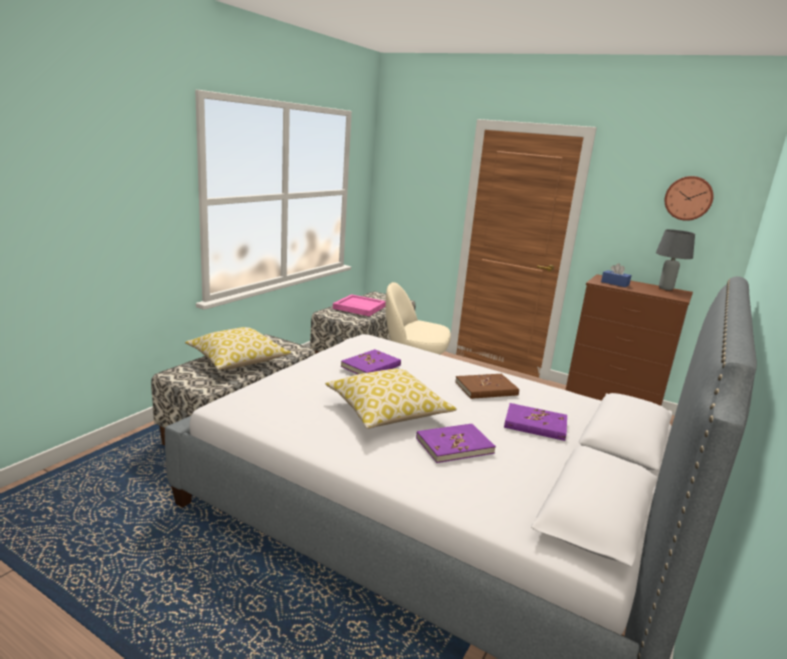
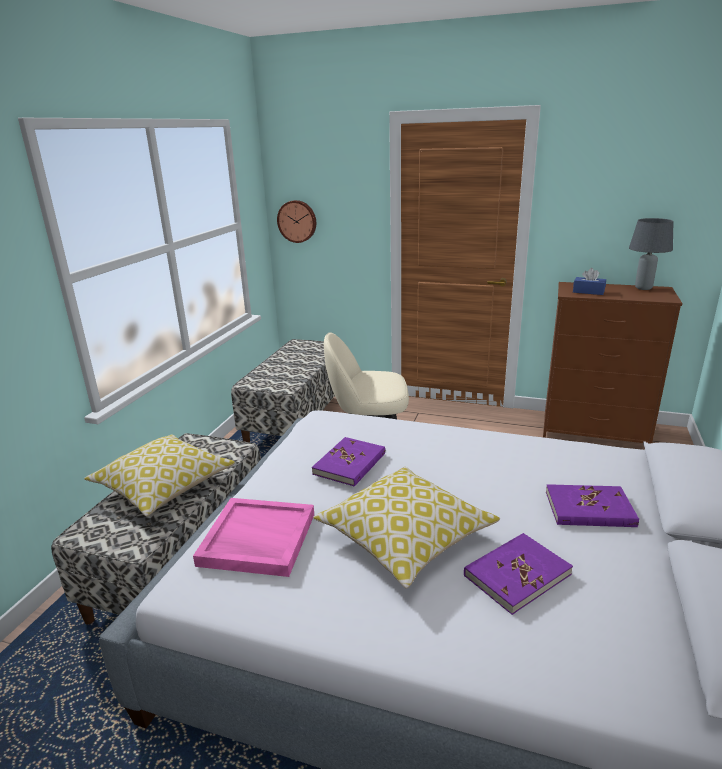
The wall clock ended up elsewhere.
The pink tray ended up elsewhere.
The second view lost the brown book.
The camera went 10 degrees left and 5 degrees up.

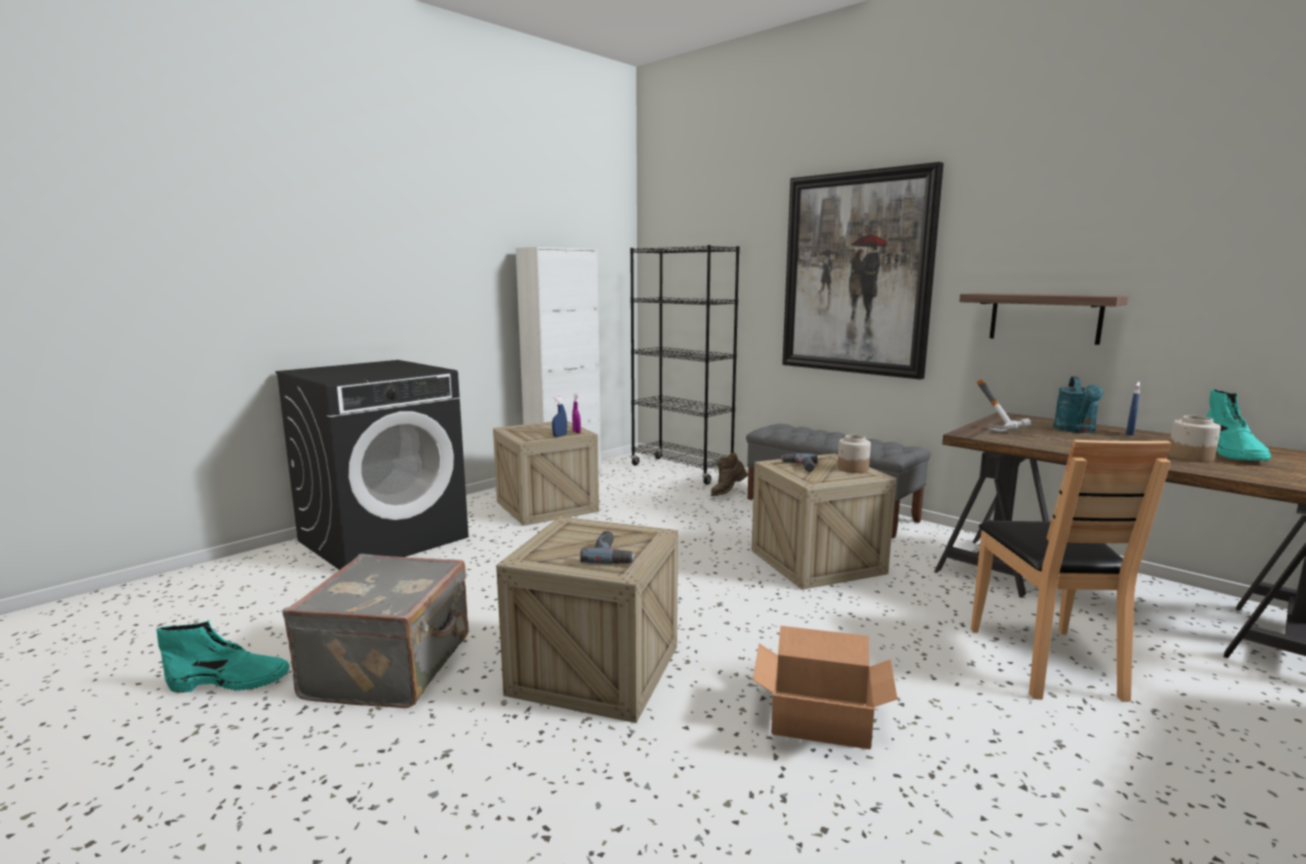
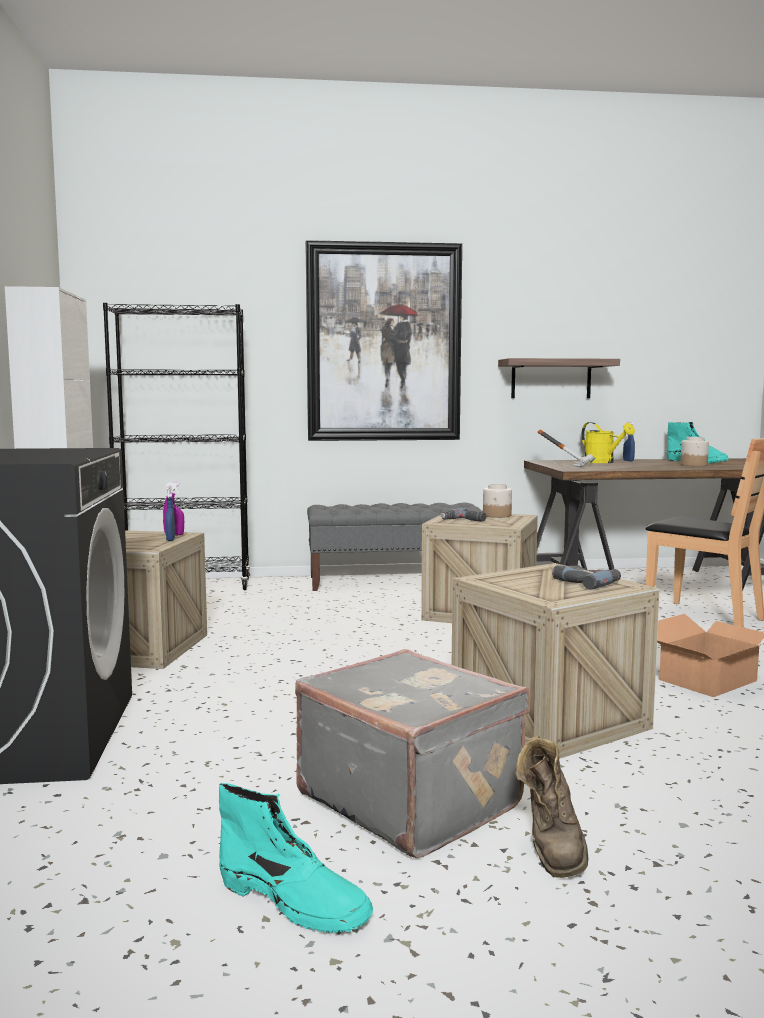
What was the turquoise watering can turned into the yellow watering can.
The brown boot ended up elsewhere.
The turquoise boot (1st from left) ended up facing another way, 90 degrees clockwise from before.
The camera went 50 degrees left and 5 degrees down.

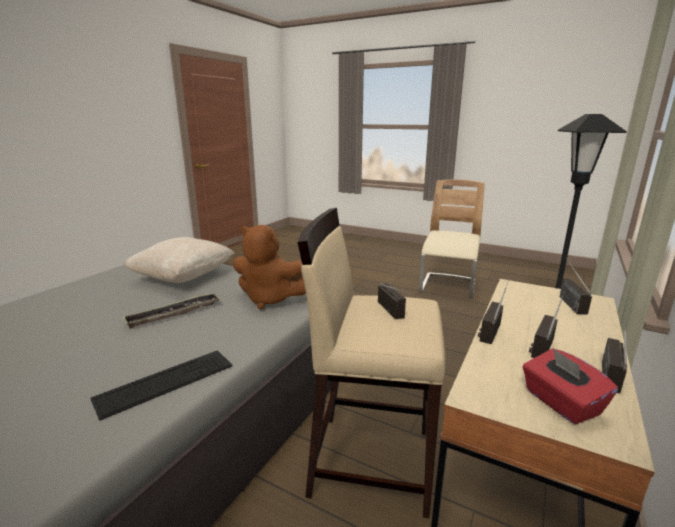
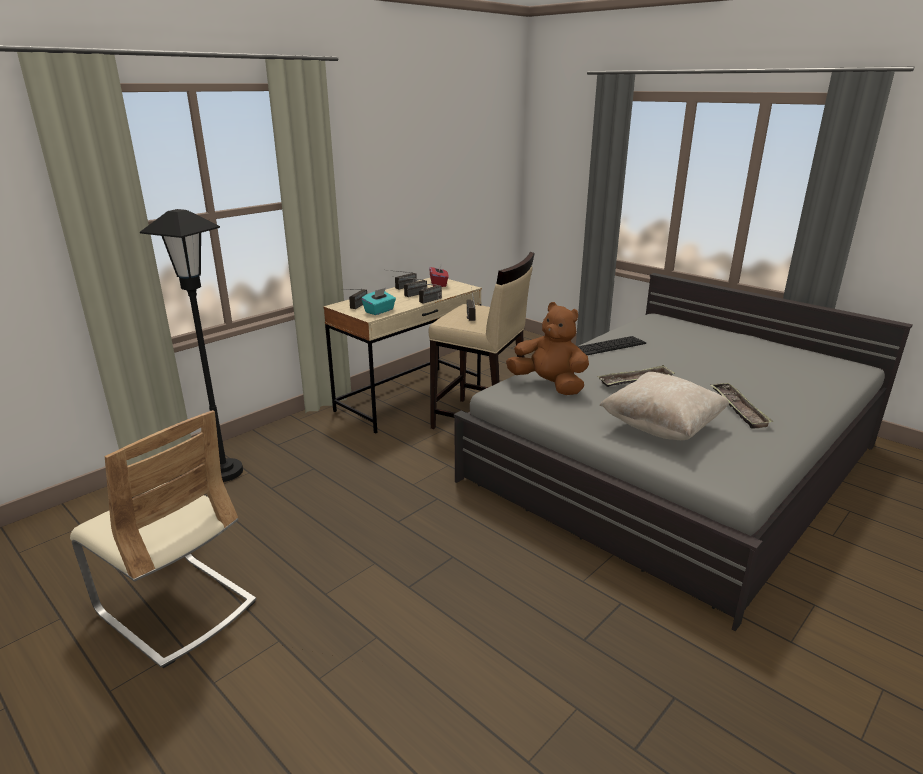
The beige chair ended up facing another way, 90 degrees counterclockwise from before.
The second view gained the turquoise tissue box.
The second view gained the tray (2nd from left).
The camera went 165 degrees left and 5 degrees up.

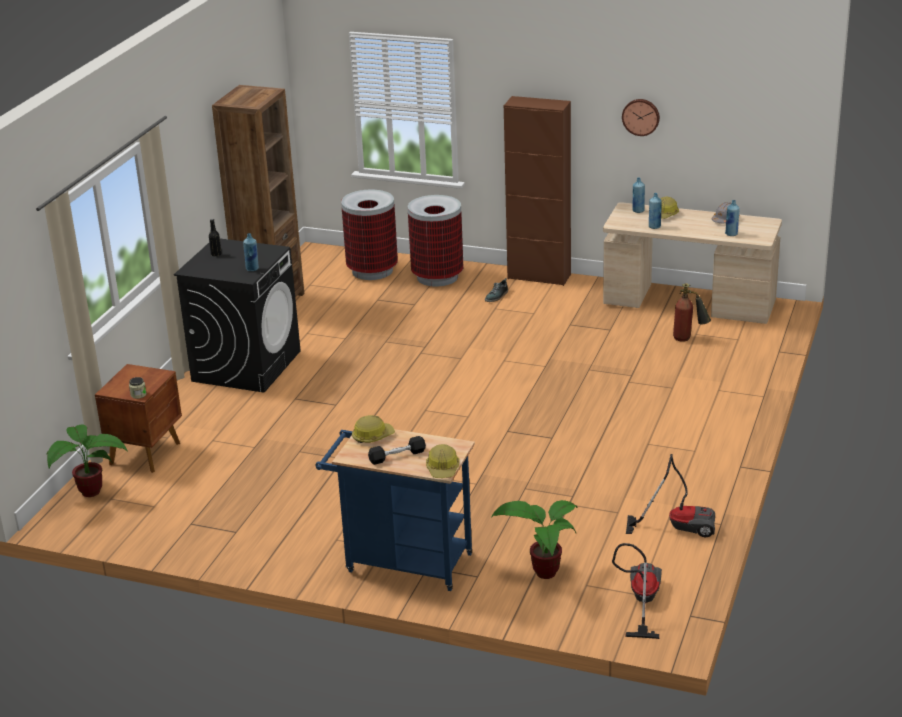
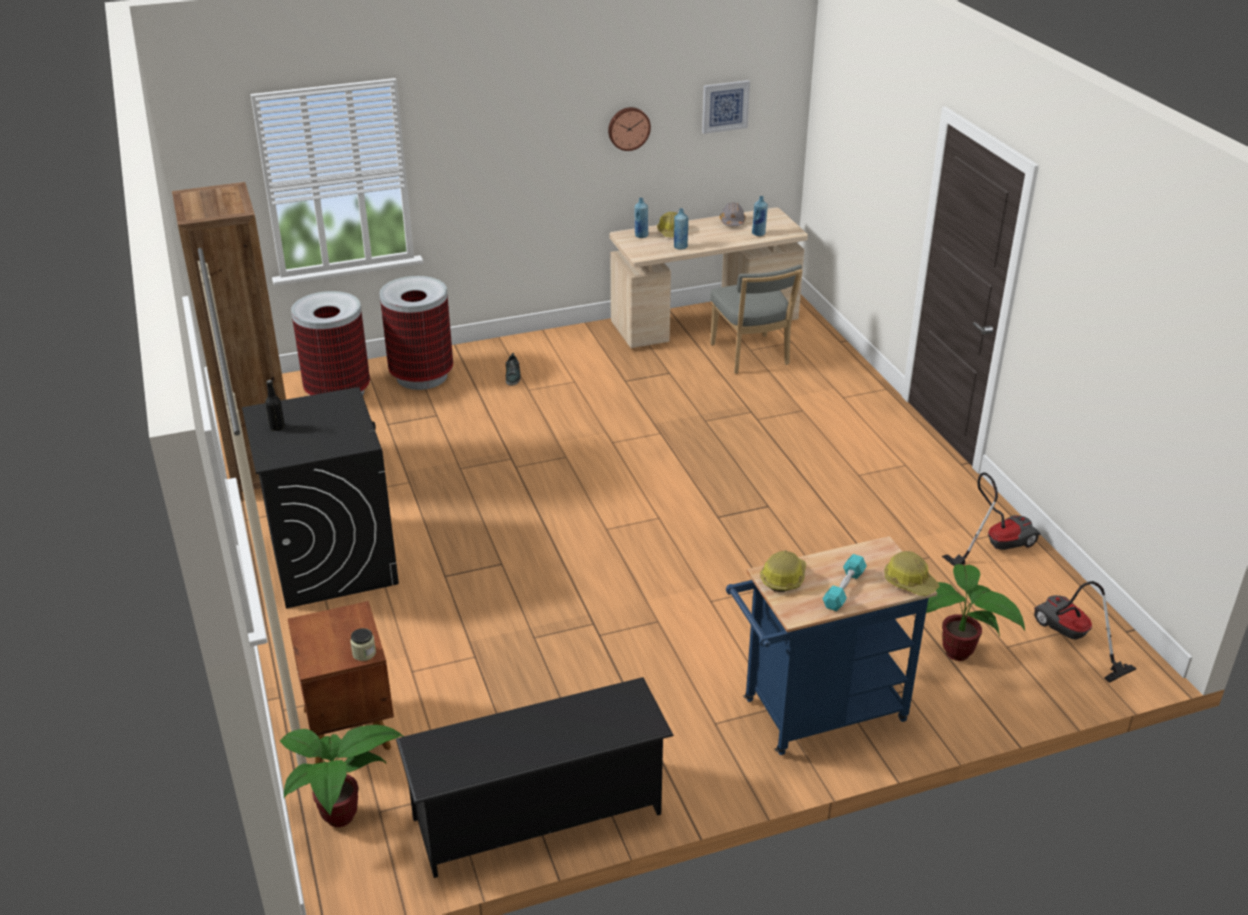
The second view lost the brown cabinet.
The second view lost the blue bottle (1st from left).
Where the fire extinguisher stood, the grey chair came to stand.
What was the black dumbbell turned into the turquoise dumbbell.
The second view gained the picture.
The second view gained the black shoe rack.
The camera went 40 degrees left and 5 degrees up.

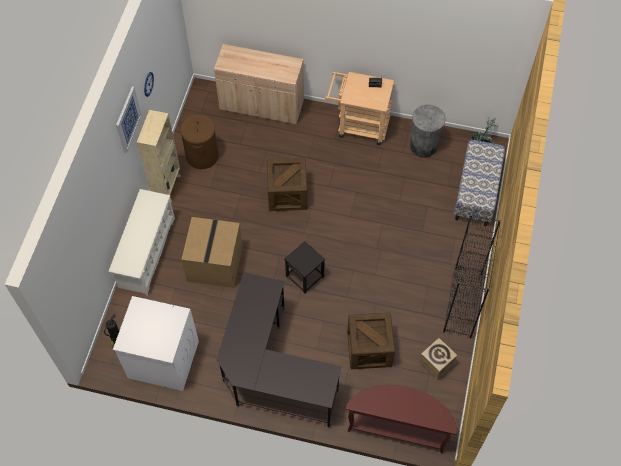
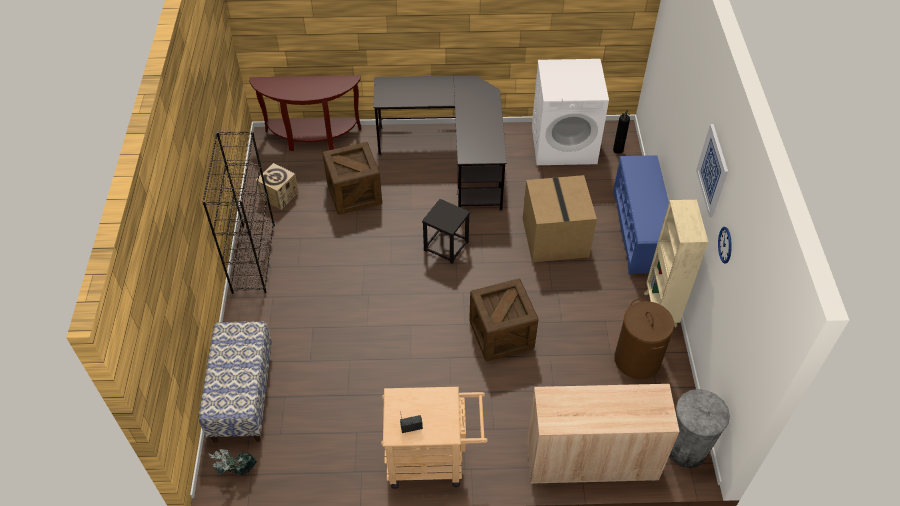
The grey trash can ended up elsewhere.
What was the white shoe rack turned into the blue shoe rack.
The camera went 165 degrees right and 10 degrees down.

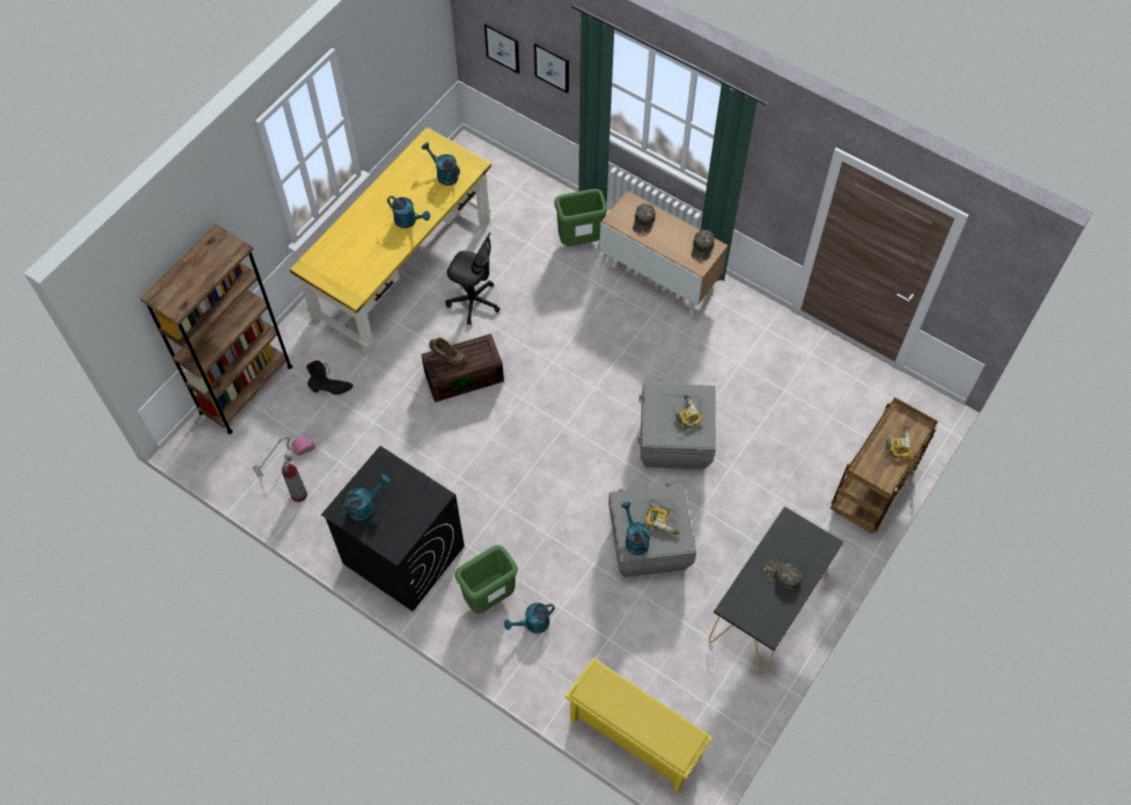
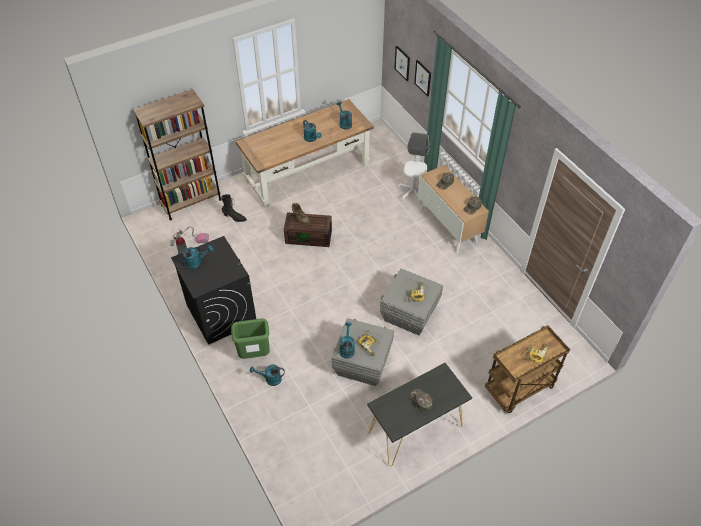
What was the yellow desk turned into the brown desk.
Where the green trash can (2nd from left) stood, the white office chair came to stand.
The second view lost the black office chair.
The second view lost the yellow shoe rack.
The camera went 25 degrees right and 10 degrees down.

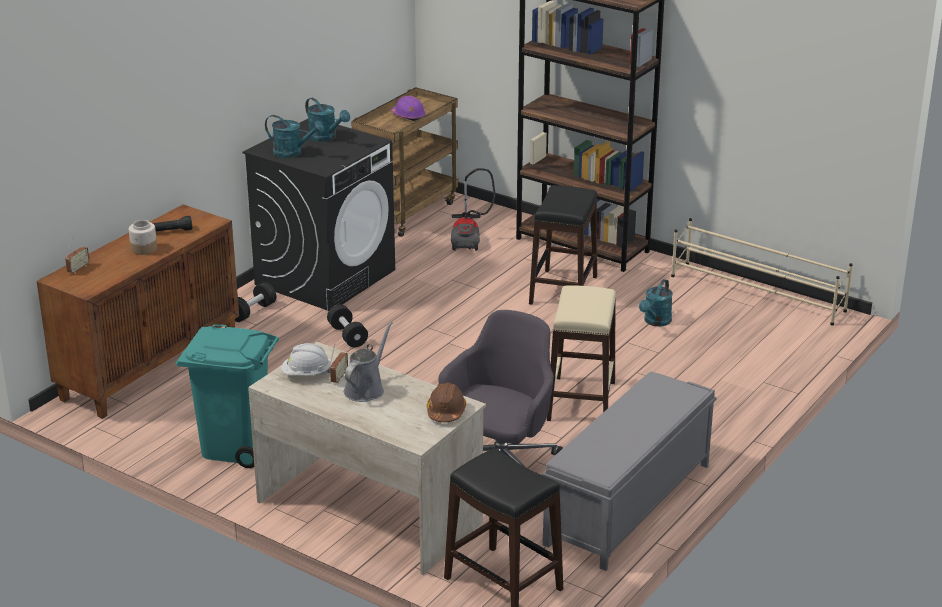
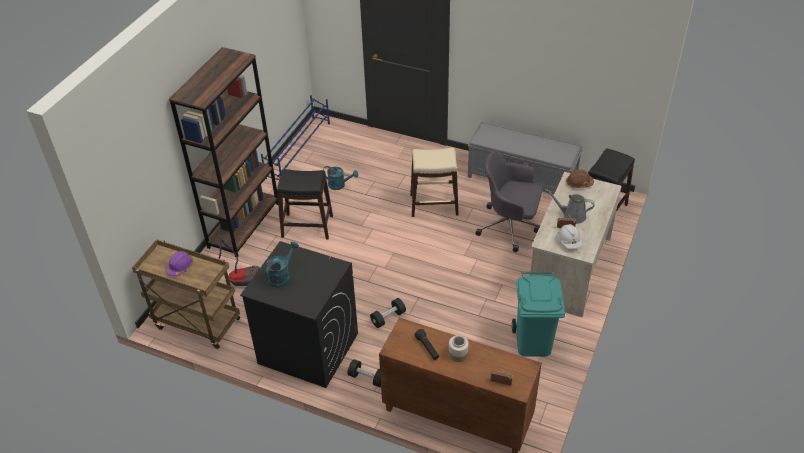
The second view lost the turquoise watering can (1st from left).
What was the beige shoe rack turned into the blue shoe rack.
The camera went 100 degrees left and 15 degrees up.

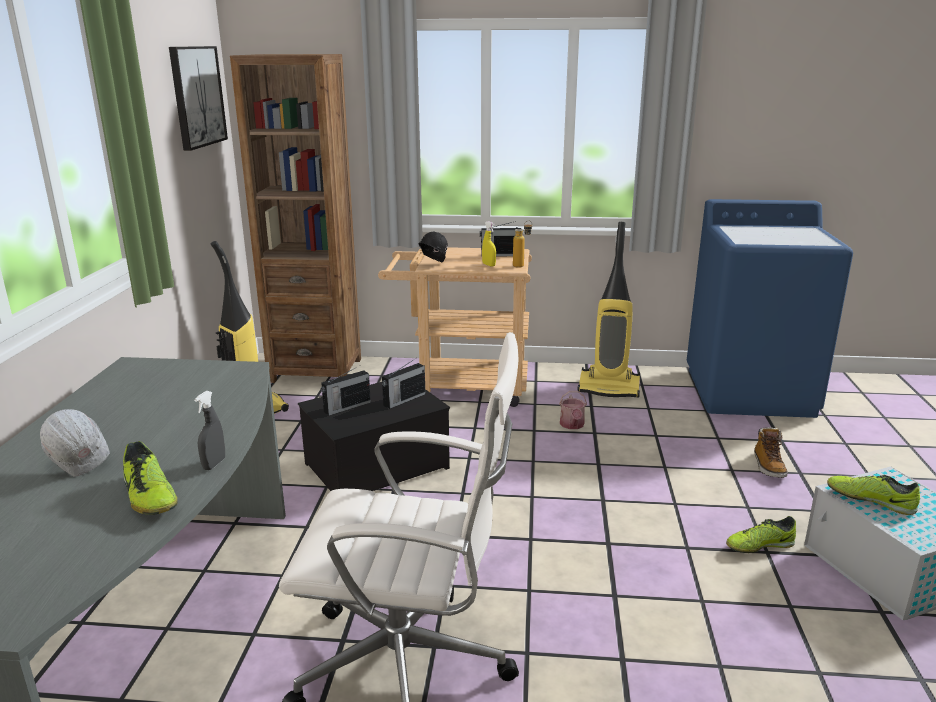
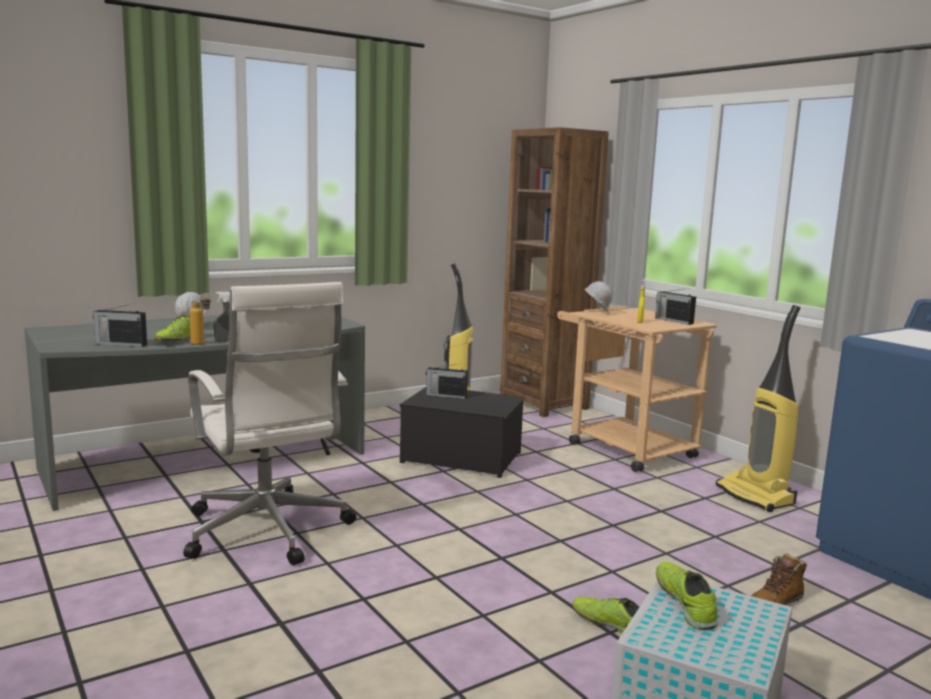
The second view lost the picture.
The bottle ended up elsewhere.
What was the black hard hat turned into the white hard hat (2nd from left).
The radio (2nd from left in the first image) ended up elsewhere.
The second view lost the watering can.
The camera went 50 degrees right and 10 degrees down.

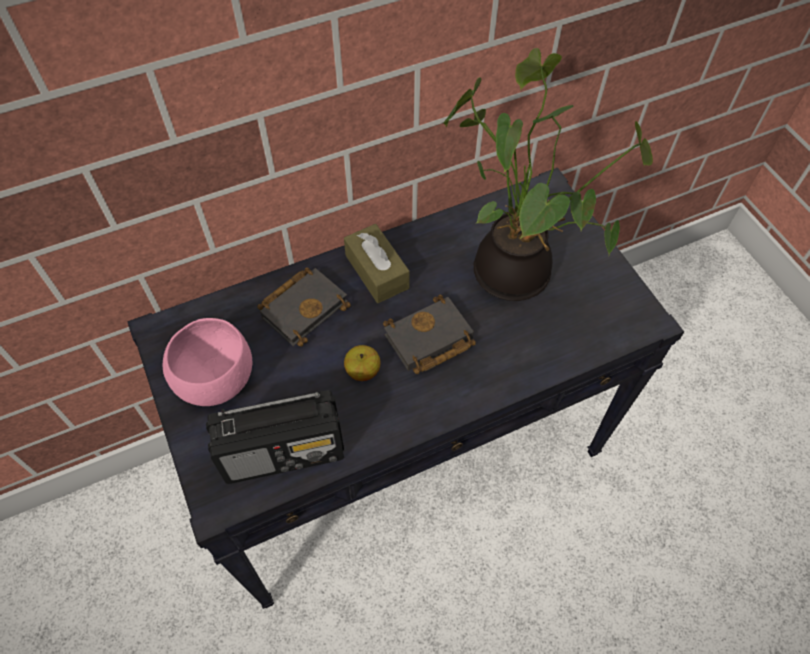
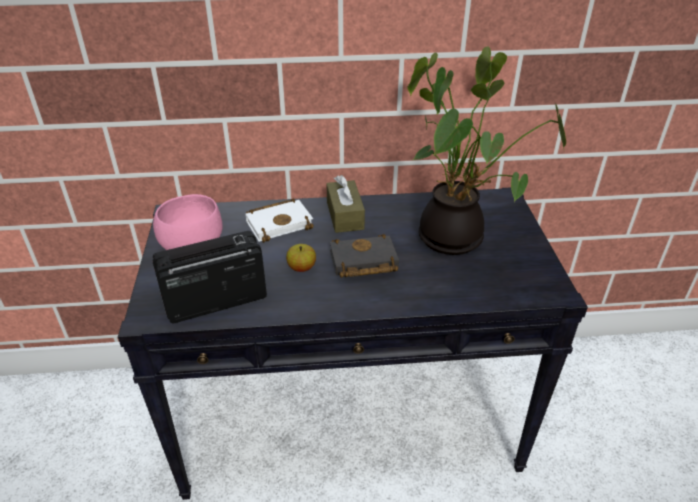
What was the black book (1st from left) turned into the white book.
The radio ended up facing another way, 150 degrees clockwise from before.
The camera went 20 degrees right and 20 degrees down.

